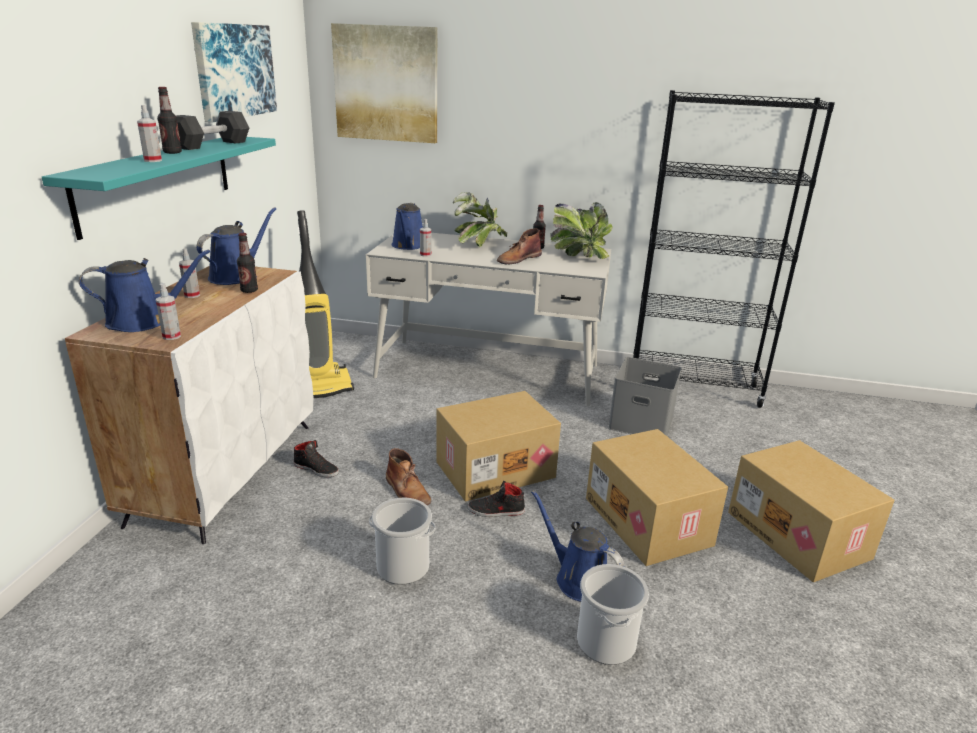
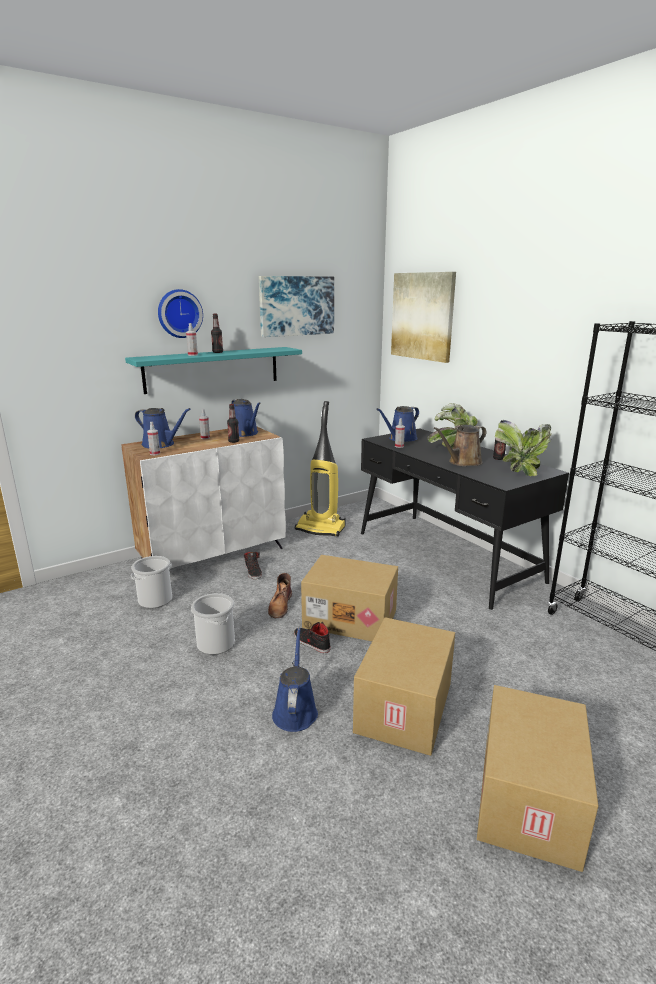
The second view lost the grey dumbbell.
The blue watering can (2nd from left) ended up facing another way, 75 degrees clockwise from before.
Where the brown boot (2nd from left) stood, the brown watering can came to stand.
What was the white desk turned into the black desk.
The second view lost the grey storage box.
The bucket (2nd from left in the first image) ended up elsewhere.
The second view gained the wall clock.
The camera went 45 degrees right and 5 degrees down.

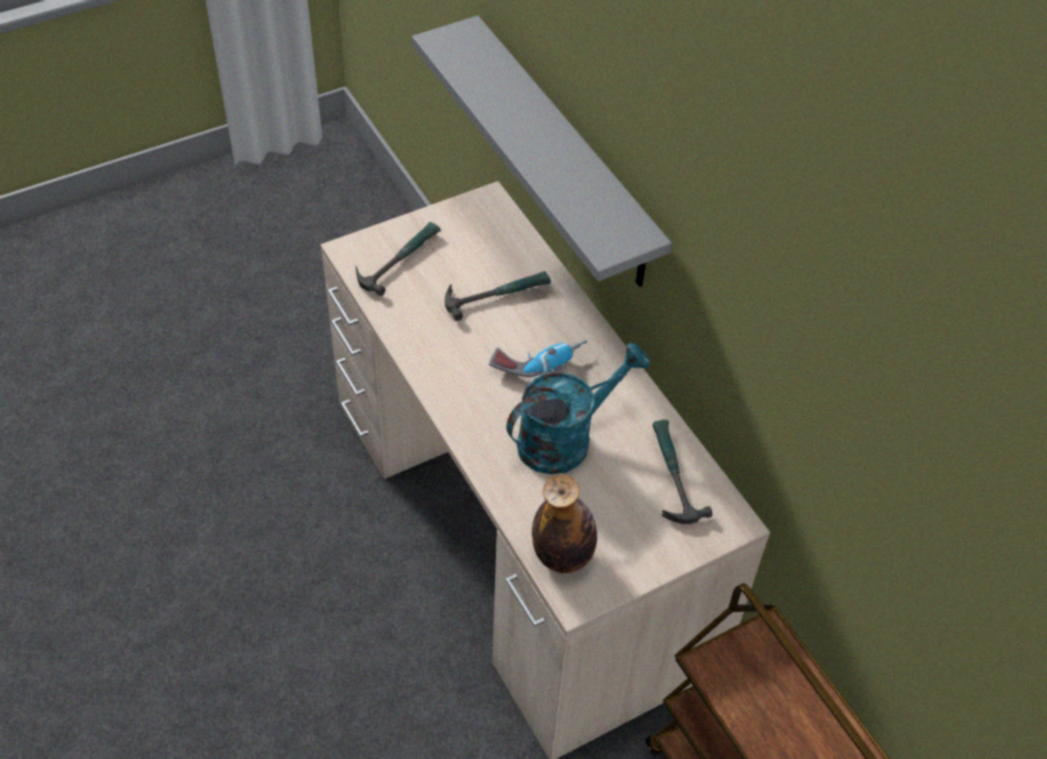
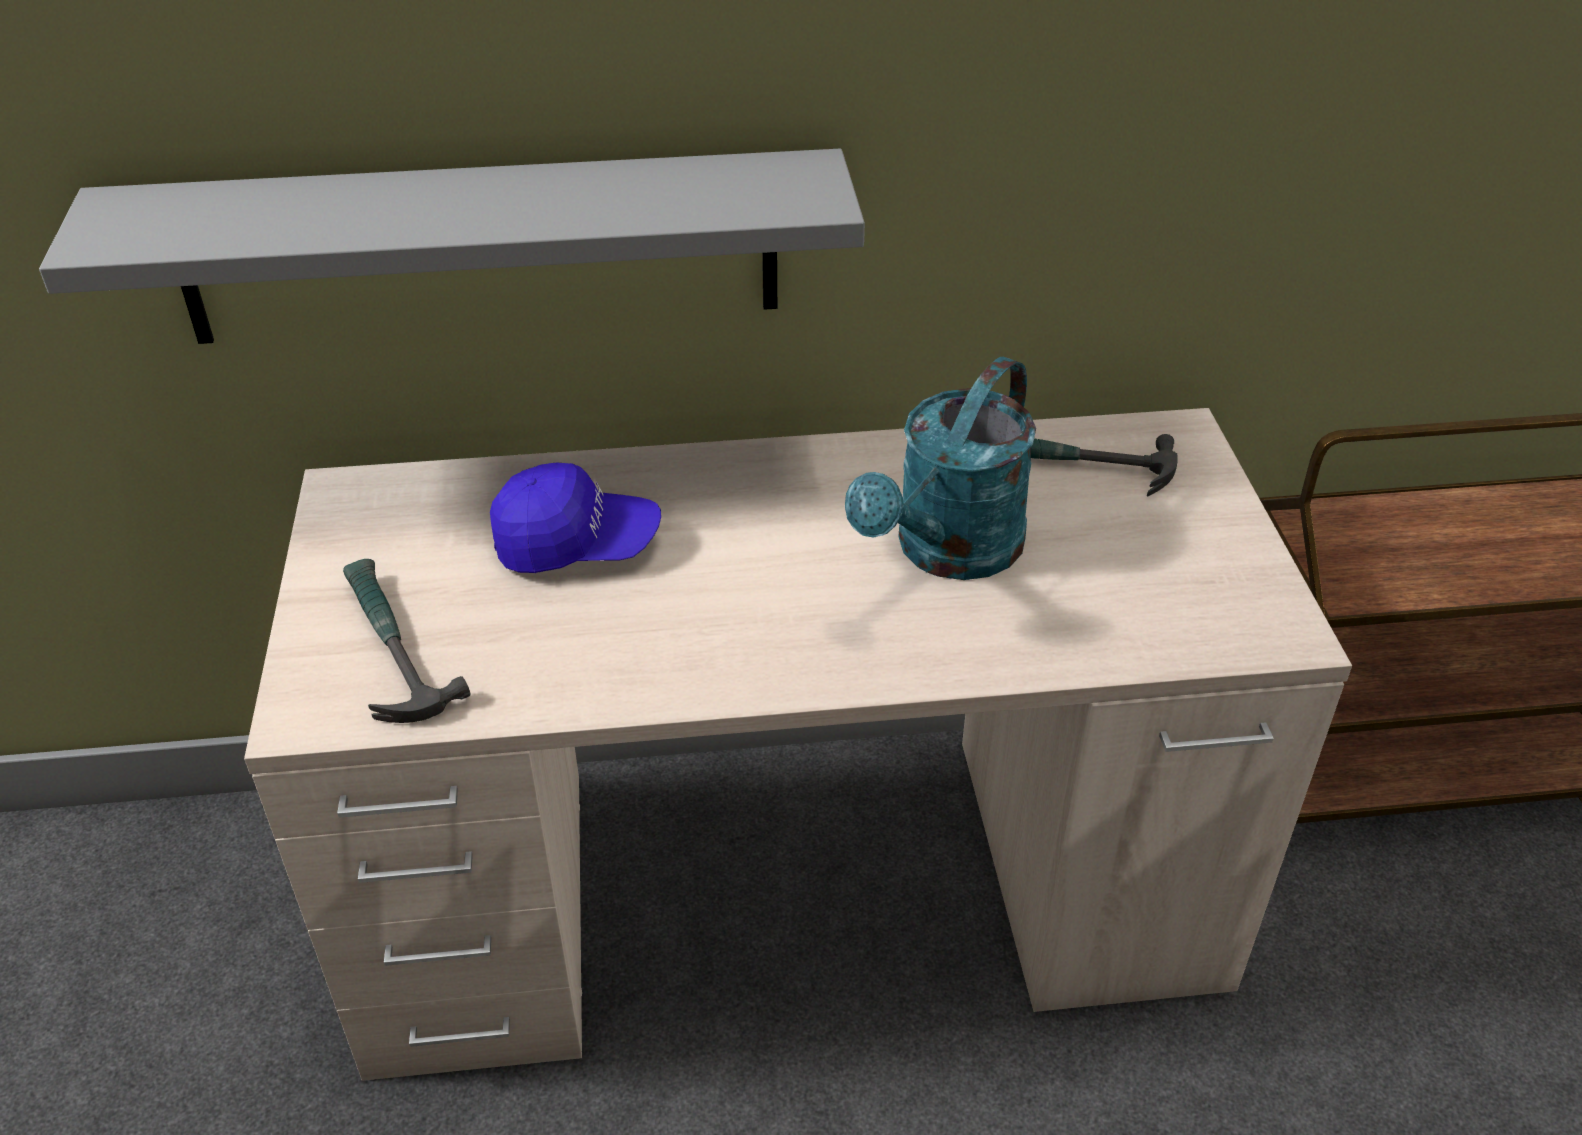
Where the hammer (2nd from left) stood, the blue cap came to stand.
The second view lost the power drill.
The turquoise watering can ended up facing another way, 135 degrees counterclockwise from before.
The second view lost the bottle.
The camera went 65 degrees left and 10 degrees down.

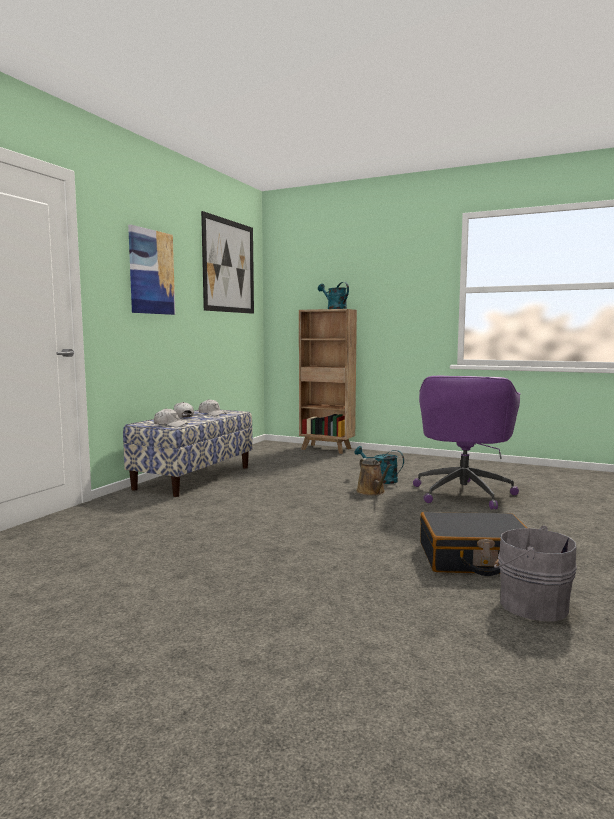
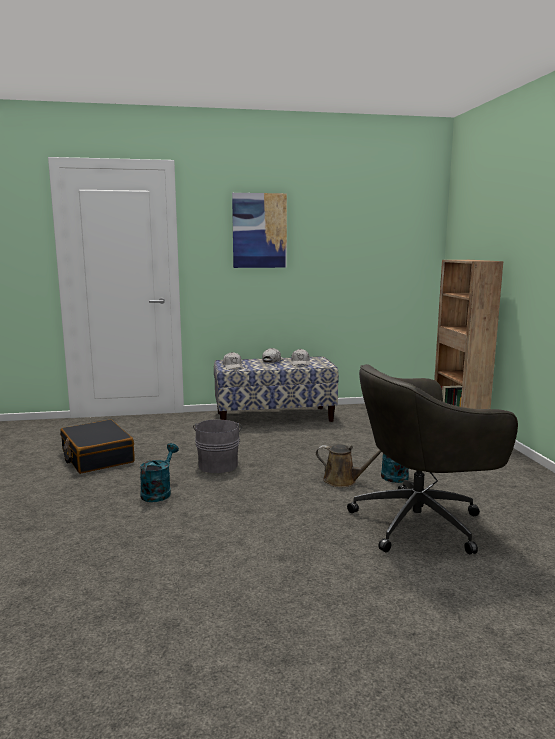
The second view lost the picture (2nd from left).
The turquoise watering can (1st from left) ended up elsewhere.
What was the purple office chair turned into the grey office chair.
The brown watering can ended up facing another way, 105 degrees counterclockwise from before.
The black suitcase ended up elsewhere.
The grey bucket ended up elsewhere.
The camera went 55 degrees right and 5 degrees up.

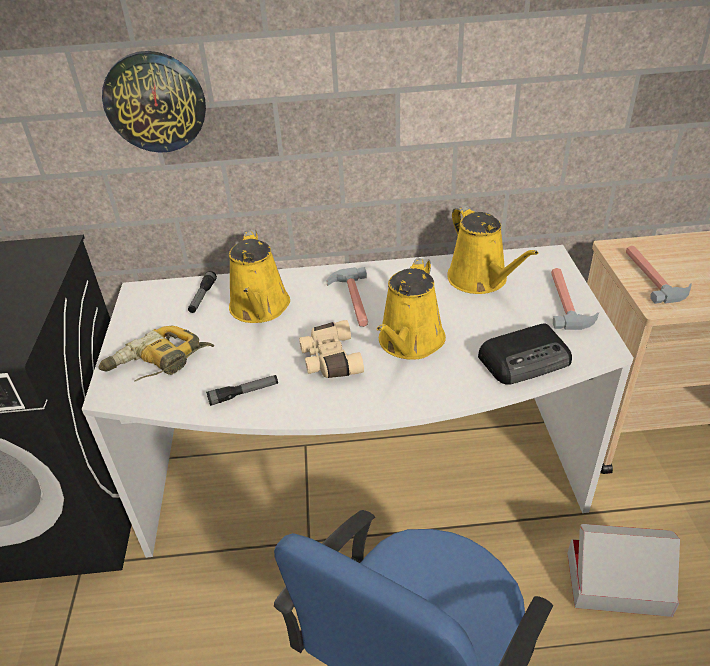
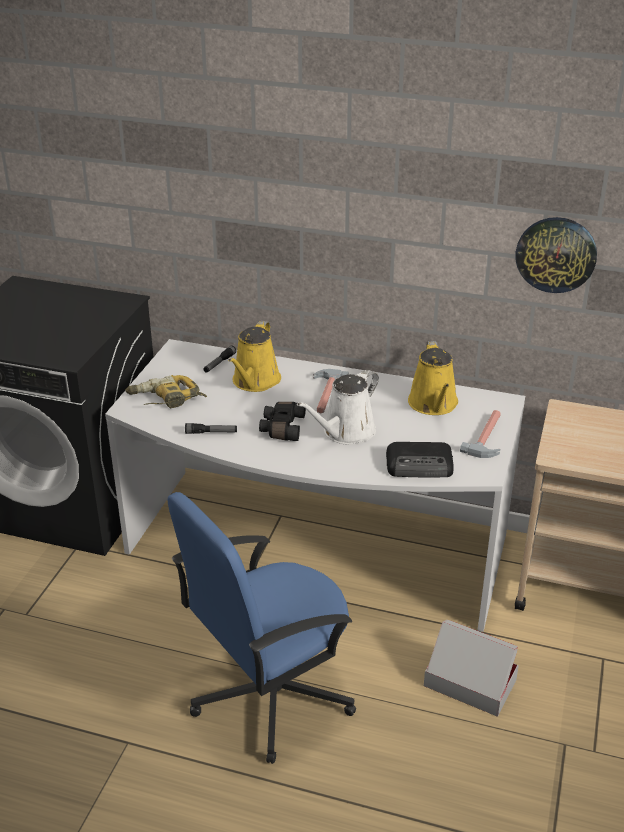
The wall clock ended up elsewhere.
The second view lost the hammer (3rd from left).
What was the yellow watering can (2nd from left) turned into the white watering can.
What was the beige binoculars turned into the black binoculars.
The camera went 20 degrees right and 5 degrees down.

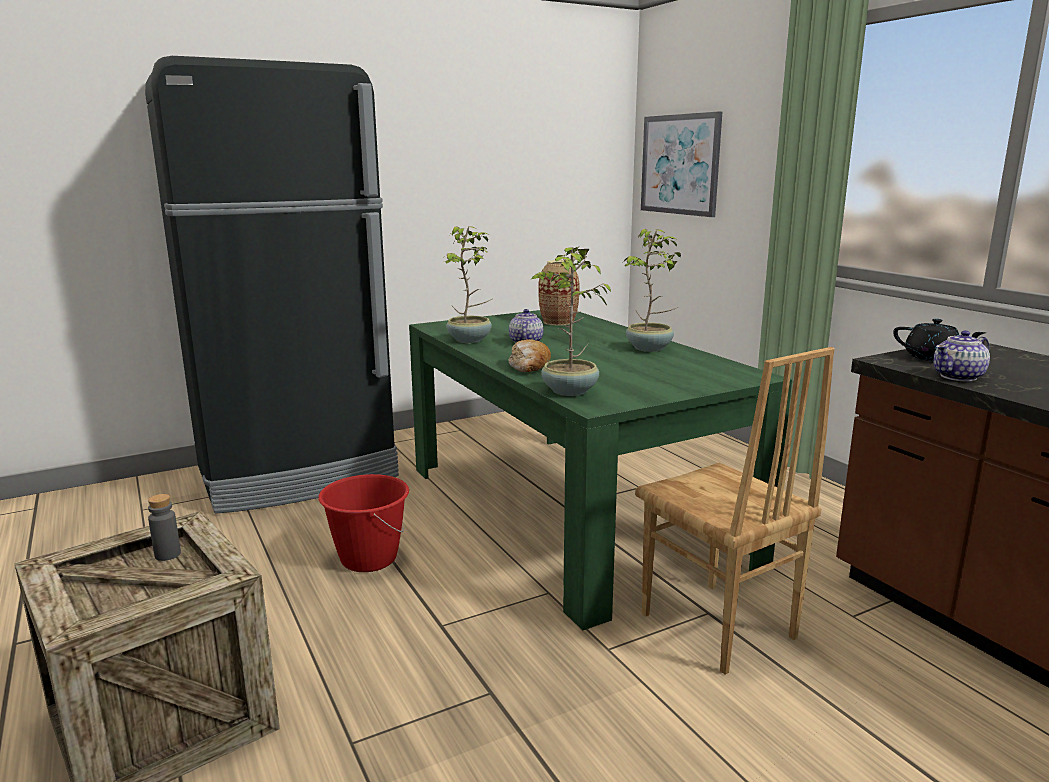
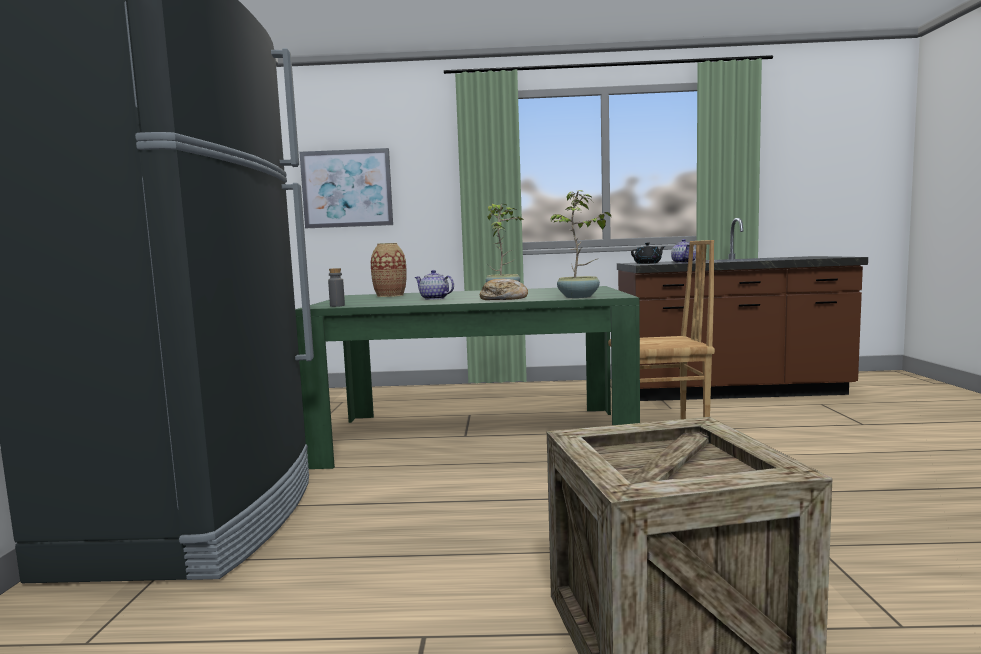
The second view lost the potted plant (1st from left).
The second view lost the red bucket.
The grey bottle ended up elsewhere.
The camera went 60 degrees left and 10 degrees down.

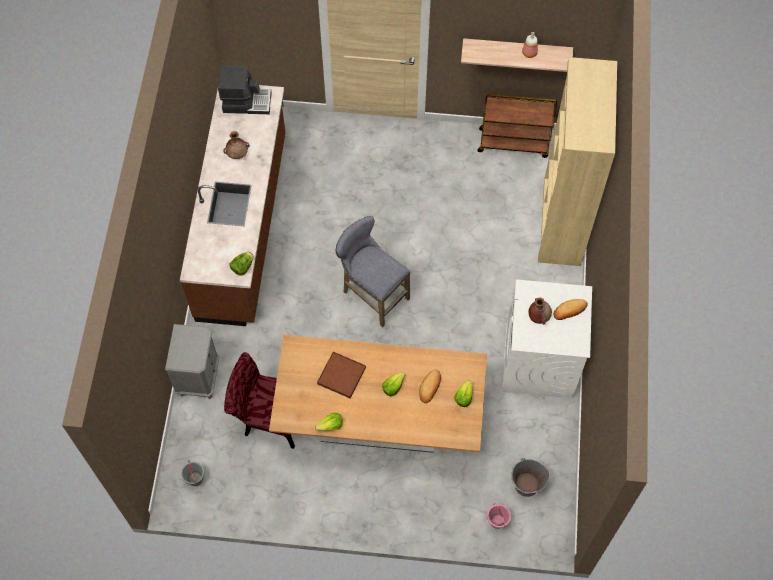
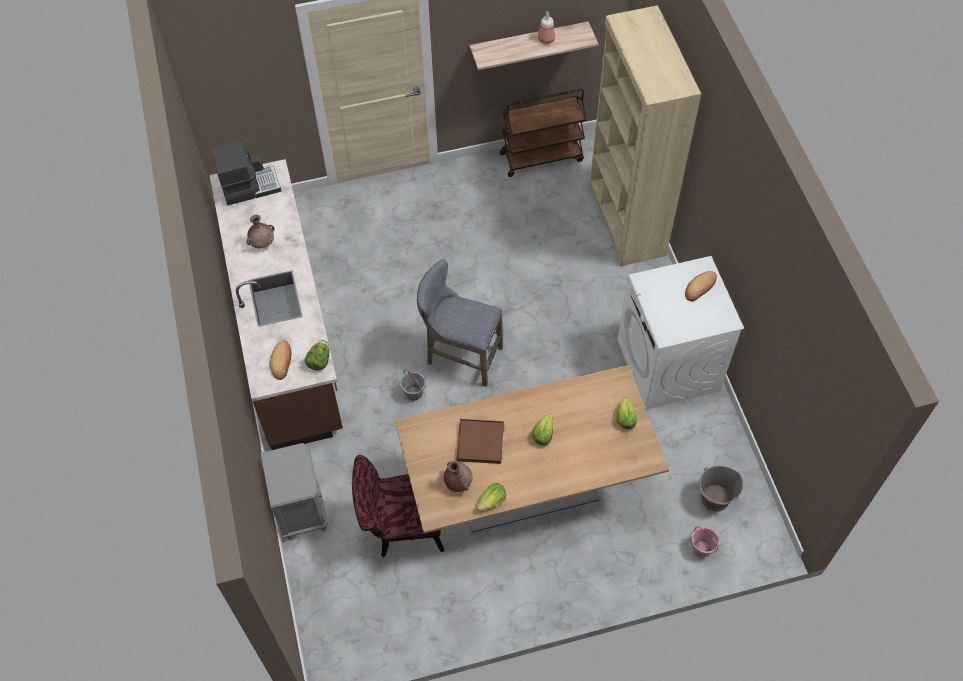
The brown vase (2nd from left) ended up elsewhere.
The bread (1st from left) ended up elsewhere.
The grey bucket (1st from left) ended up elsewhere.
The camera went 20 degrees left and 5 degrees down.

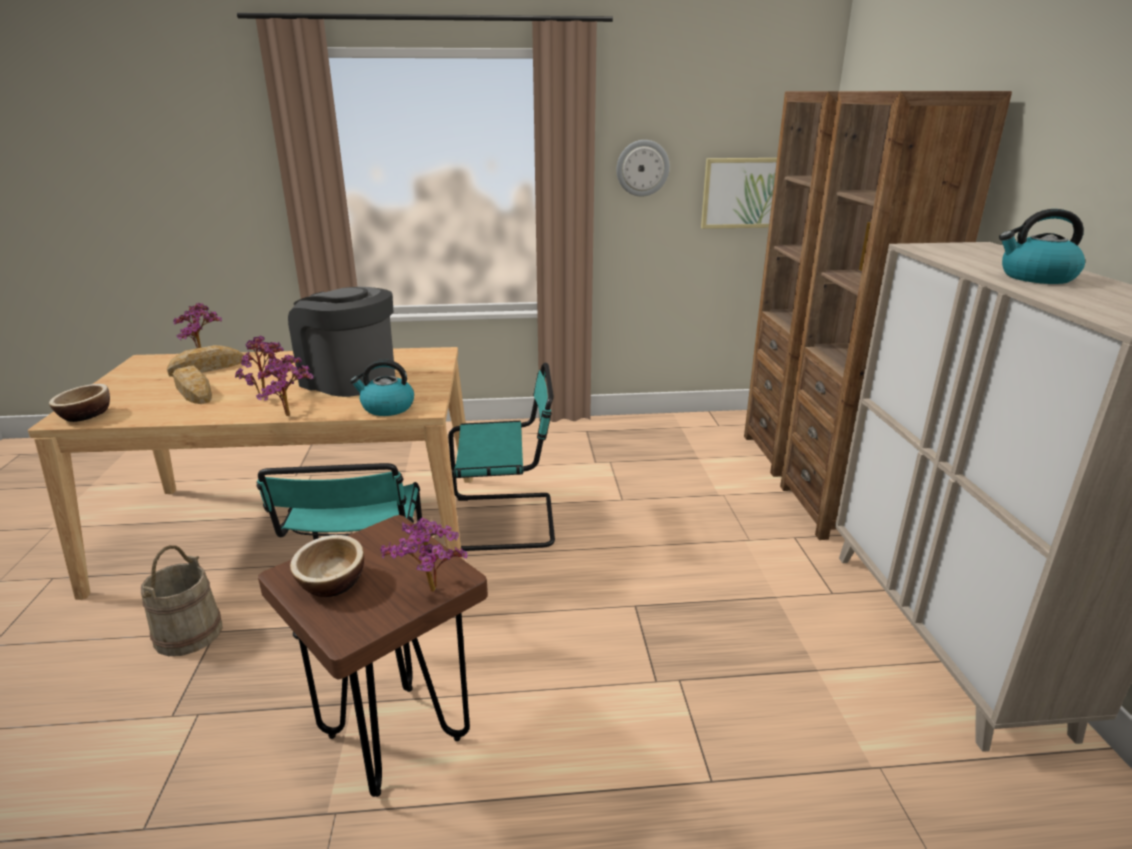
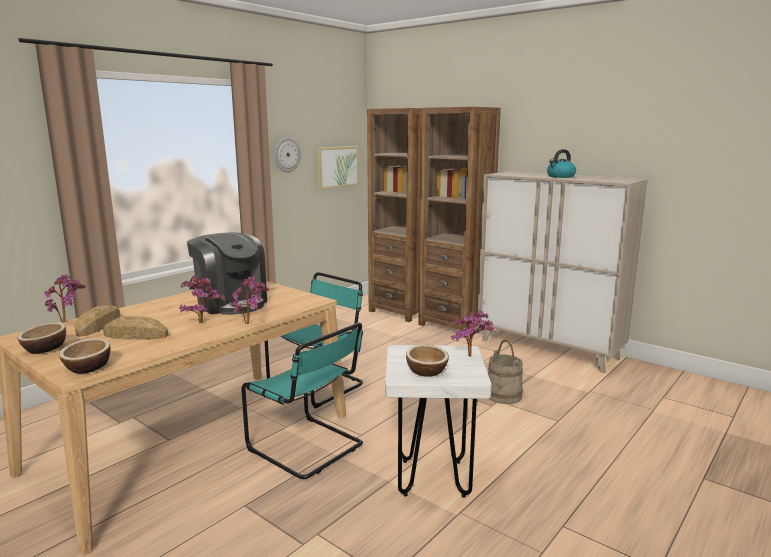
The coffee machine ended up facing another way, 120 degrees counterclockwise from before.
The second view lost the kettle (1st from left).
What was the brown stool turned into the white stool.
The beige bucket ended up elsewhere.
The second view gained the bowl (1st from left).
The camera went 45 degrees left and 10 degrees down.

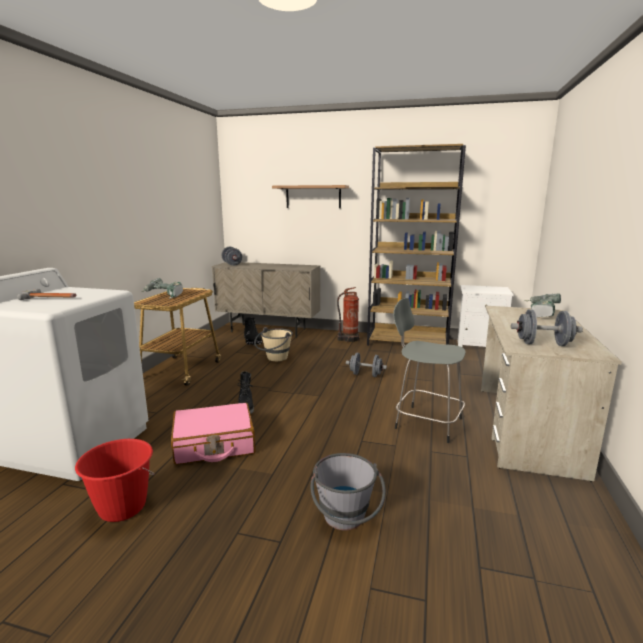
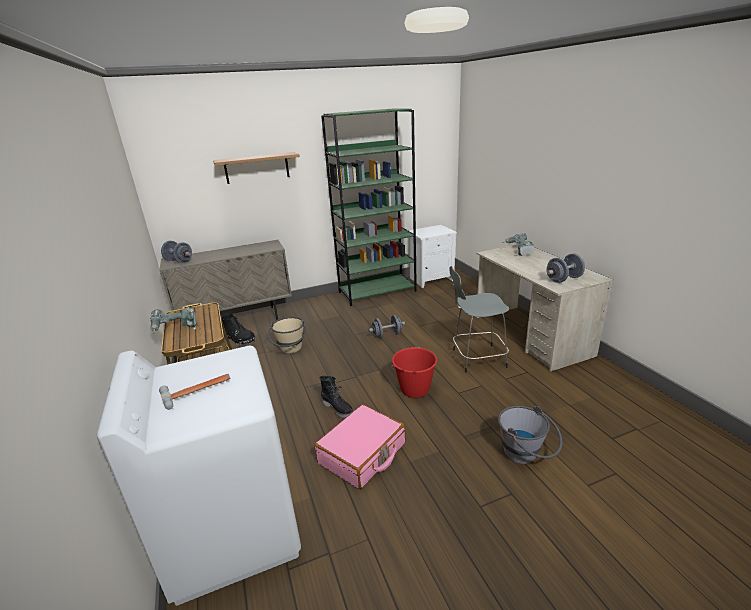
What was the brown bookcase turned into the green bookcase.
The second view lost the fire extinguisher.
The red bucket ended up elsewhere.
The camera went 35 degrees left and 10 degrees up.

